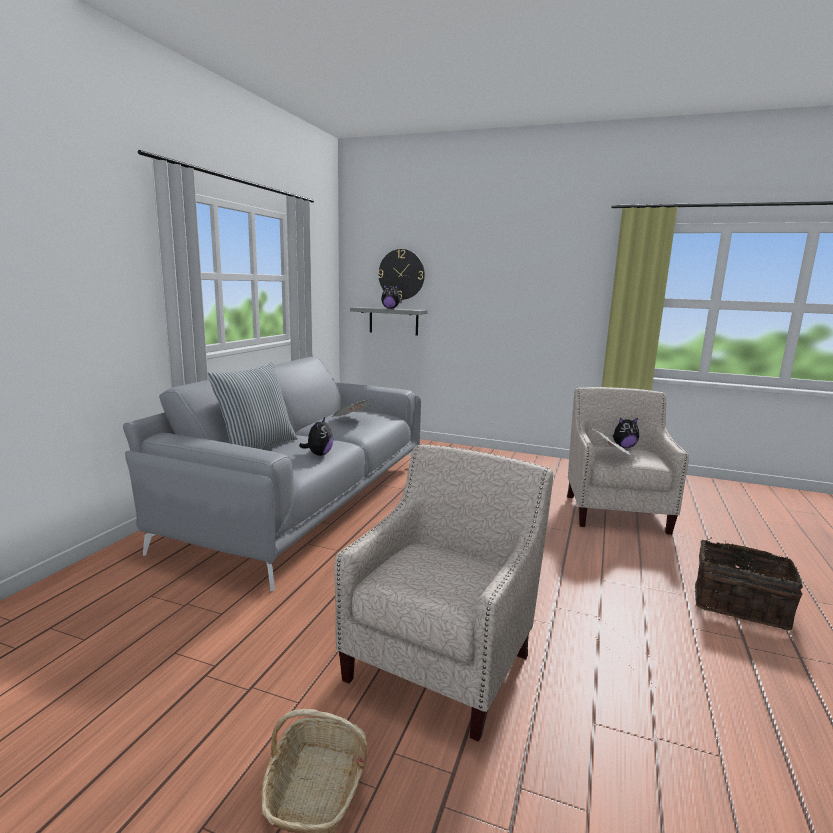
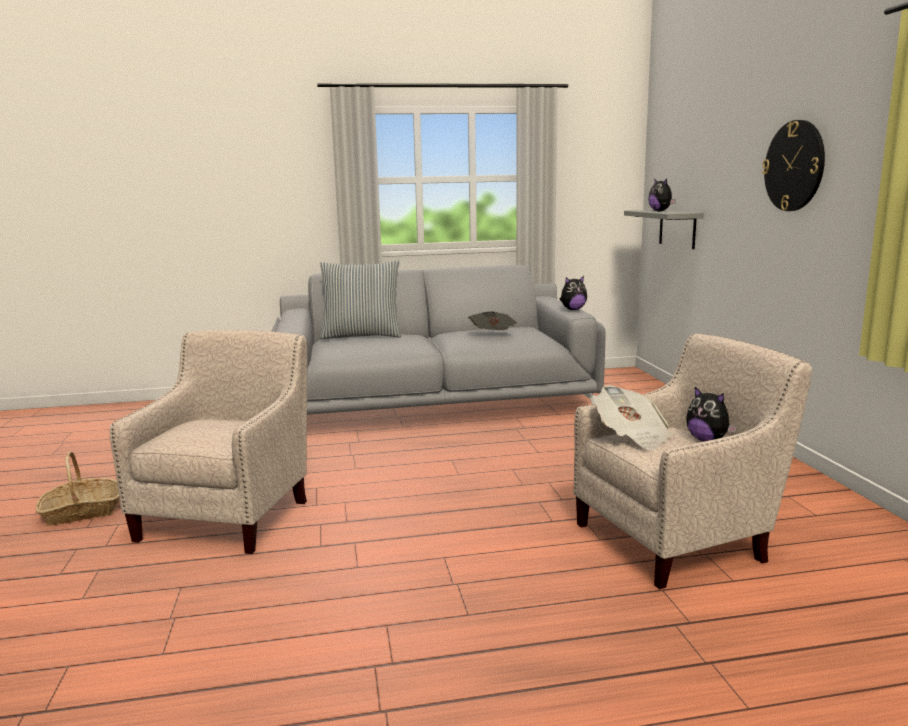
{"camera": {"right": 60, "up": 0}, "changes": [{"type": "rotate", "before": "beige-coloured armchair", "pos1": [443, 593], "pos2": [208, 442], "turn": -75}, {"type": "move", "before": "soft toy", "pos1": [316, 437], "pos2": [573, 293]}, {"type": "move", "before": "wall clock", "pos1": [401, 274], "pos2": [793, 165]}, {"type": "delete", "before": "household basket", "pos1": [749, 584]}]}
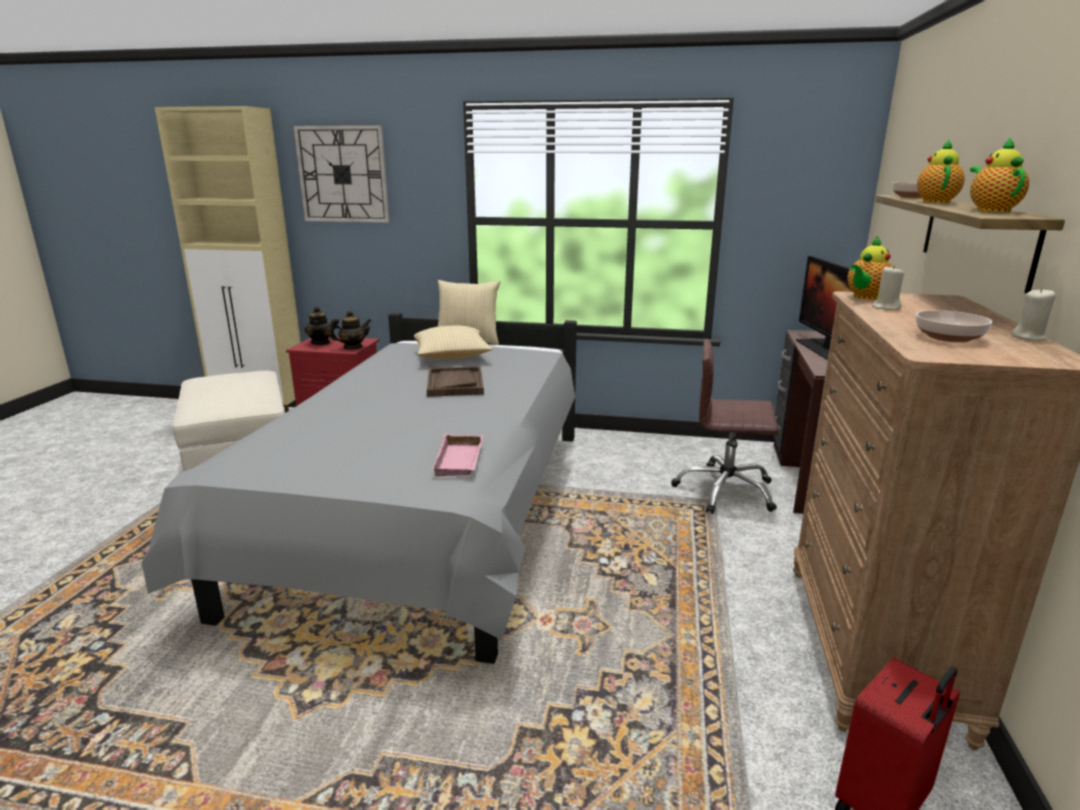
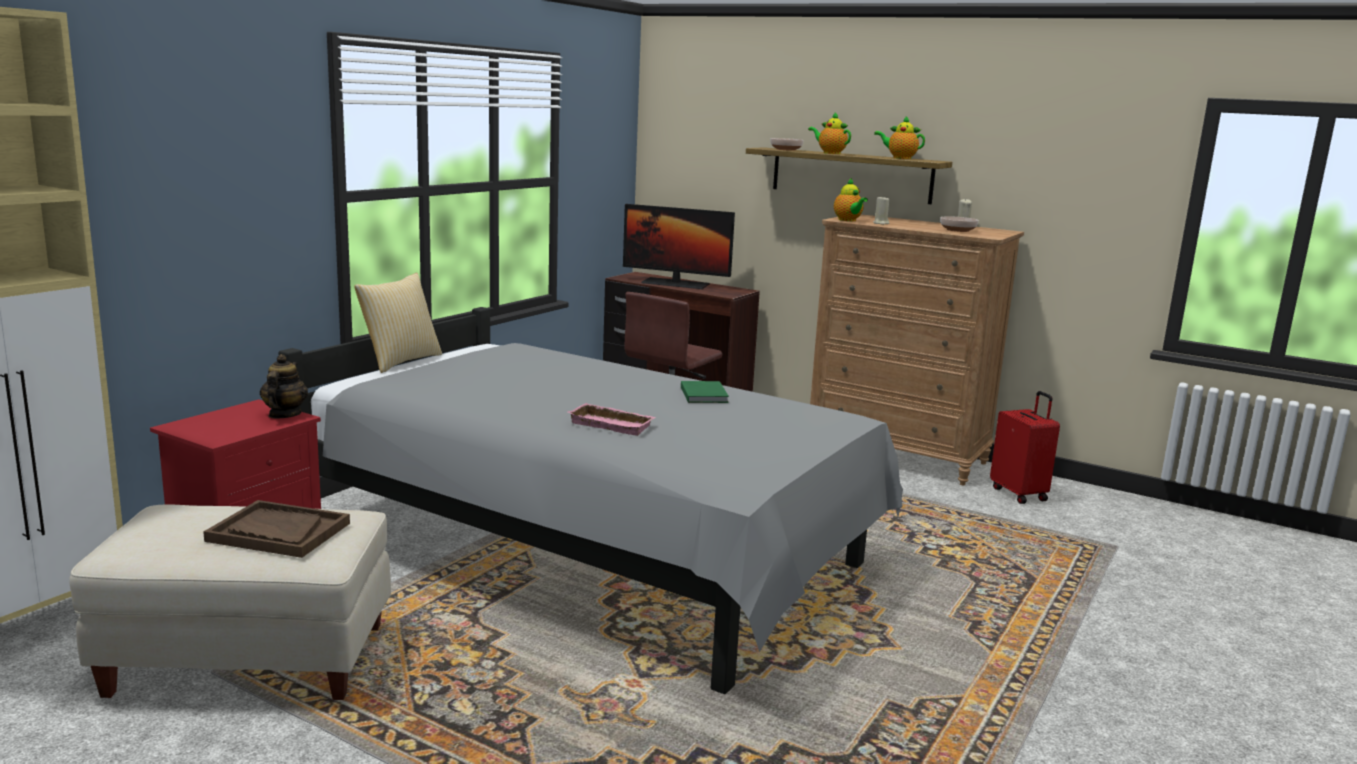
{"camera": {"right": -70, "up": -5}, "changes": [{"type": "move", "before": "brown serving tray", "pos1": [455, 381], "pos2": [276, 529]}, {"type": "move", "before": "pink-coloured serving tray", "pos1": [457, 455], "pos2": [612, 419]}, {"type": "insert", "after": "green bound book", "pos2": [705, 392]}, {"type": "delete", "before": "wall clock", "pos1": [341, 174]}, {"type": "delete", "before": "tea pot", "pos1": [317, 325]}, {"type": "delete", "before": "throw pillow", "pos1": [453, 342]}]}
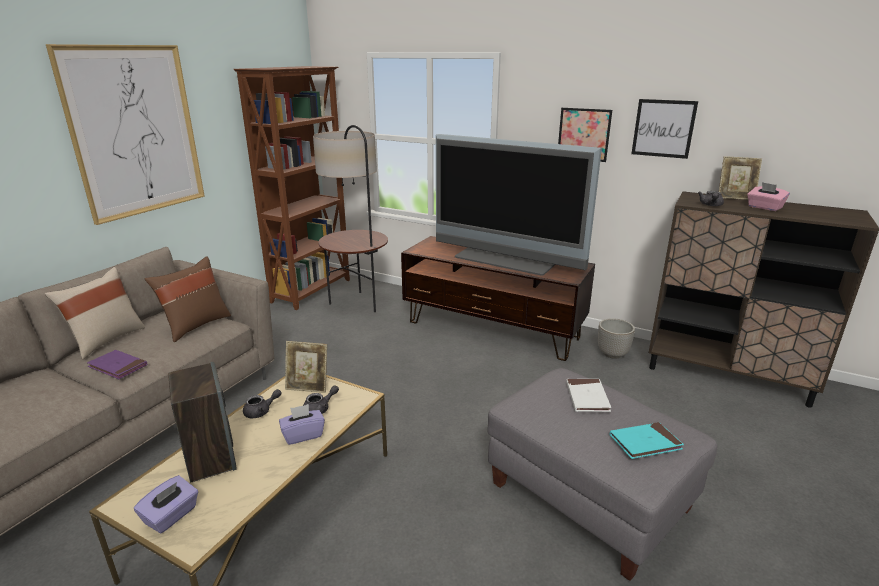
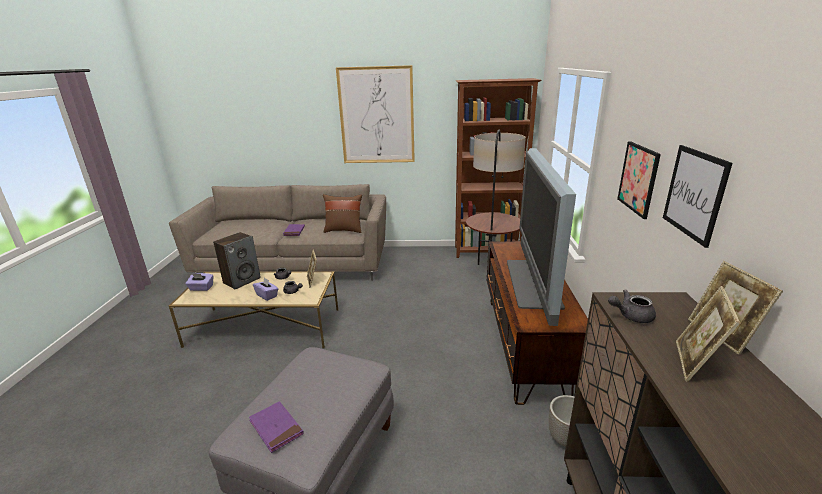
{"camera": {"right": 65, "up": 0}, "changes": [{"type": "recolor", "before": "turquoise bound book", "after": "purple-coloured bound book", "pos1": [646, 440], "pos2": [276, 427]}, {"type": "replace", "before": "pink-coloured tissue holder", "after": "picture frame", "pos1": [768, 196], "pos2": [708, 334]}, {"type": "delete", "before": "beige-coloured throw pillow", "pos1": [95, 313]}, {"type": "delete", "before": "white bound book", "pos1": [588, 395]}]}
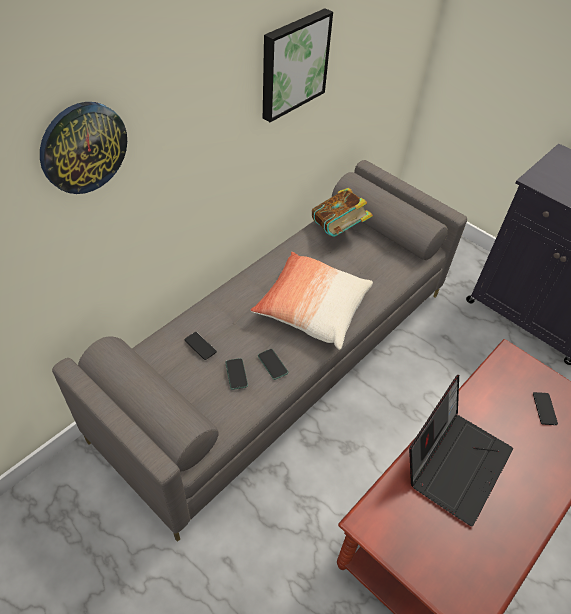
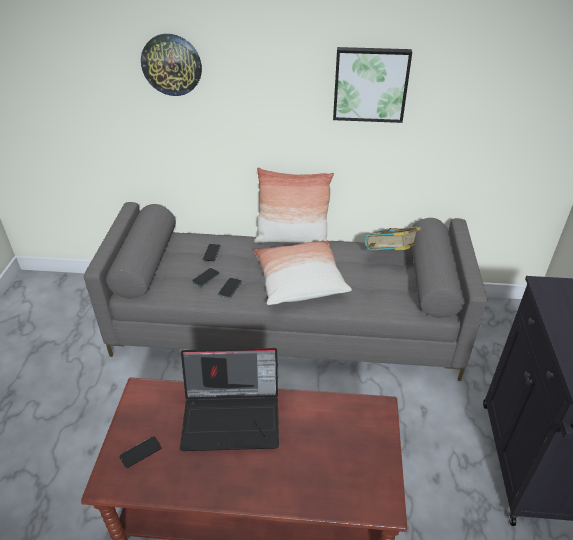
{"camera": {"right": 55, "up": -10}, "changes": [{"type": "move", "before": "telephone", "pos1": [545, 408], "pos2": [140, 452]}, {"type": "insert", "after": "throw pillow", "pos2": [294, 205]}]}
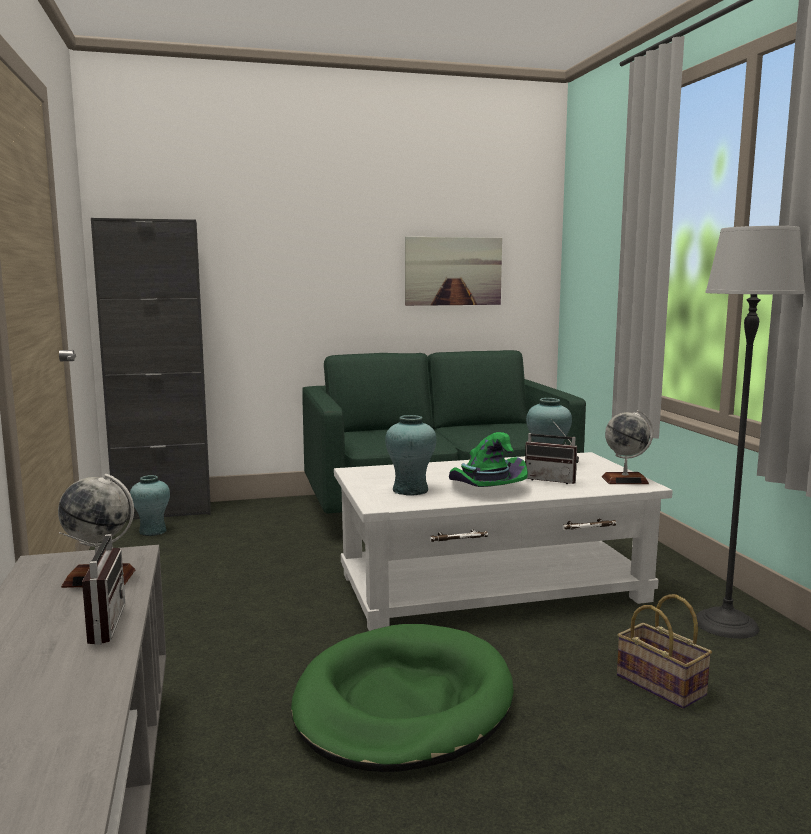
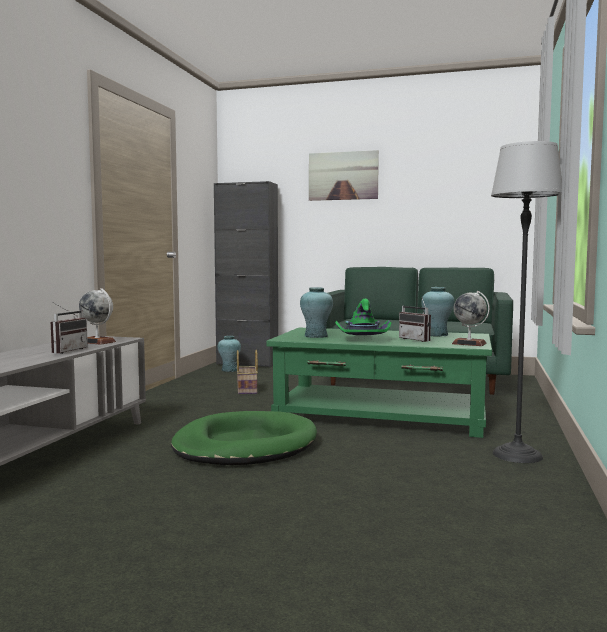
{"camera": {"right": 30, "up": -5}, "changes": [{"type": "move", "before": "household basket", "pos1": [664, 651], "pos2": [247, 372]}, {"type": "recolor", "before": "white lounge table", "after": "green lounge table", "pos1": [503, 541], "pos2": [379, 383]}, {"type": "move", "before": "wall picture", "pos1": [453, 271], "pos2": [344, 175]}]}
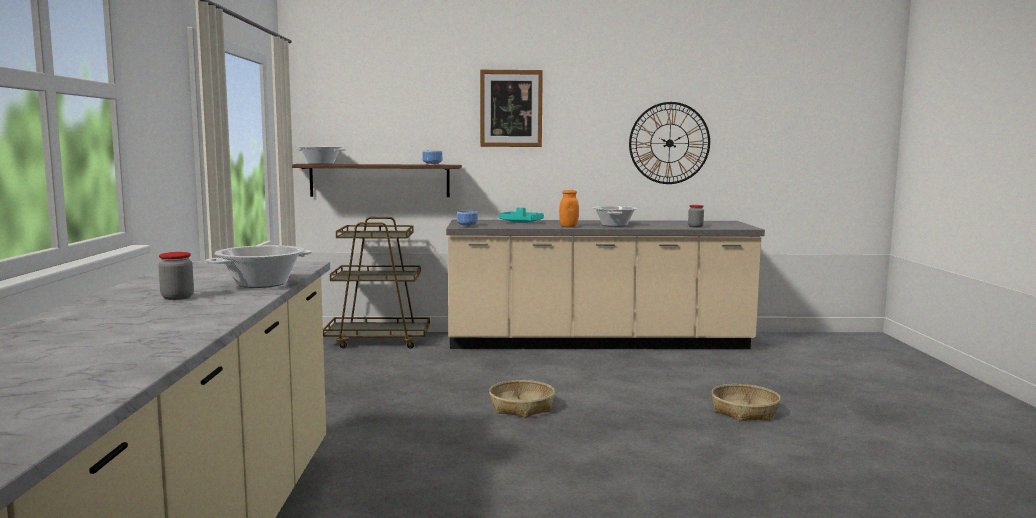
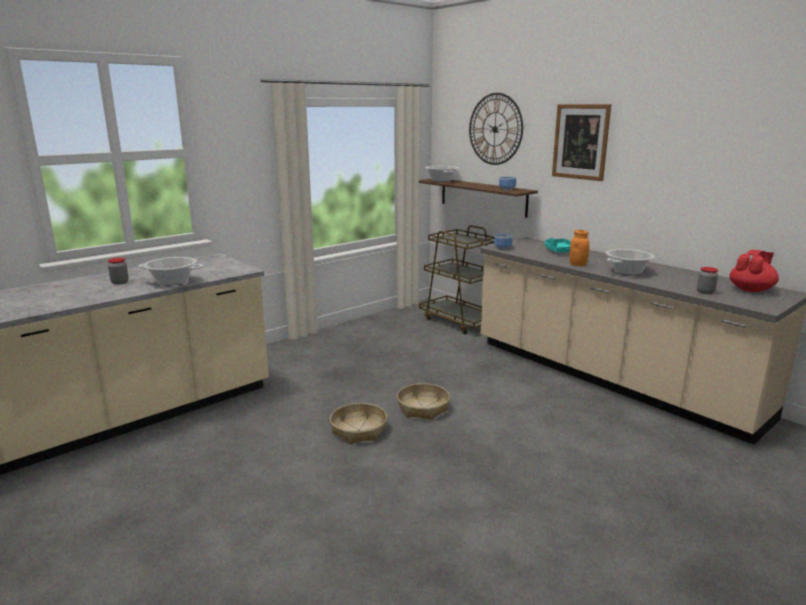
{"camera": {"right": 50, "up": 10}, "changes": [{"type": "move", "before": "household basket", "pos1": [746, 403], "pos2": [358, 423]}, {"type": "move", "before": "wall clock", "pos1": [669, 143], "pos2": [496, 129]}, {"type": "insert", "after": "red-coloured tea pot", "pos2": [754, 271]}]}
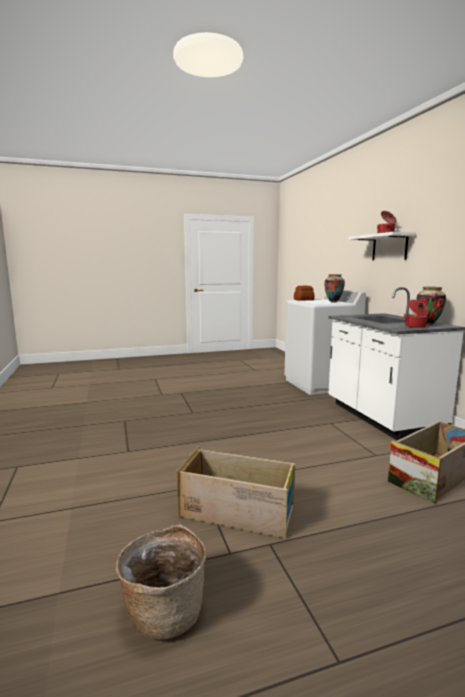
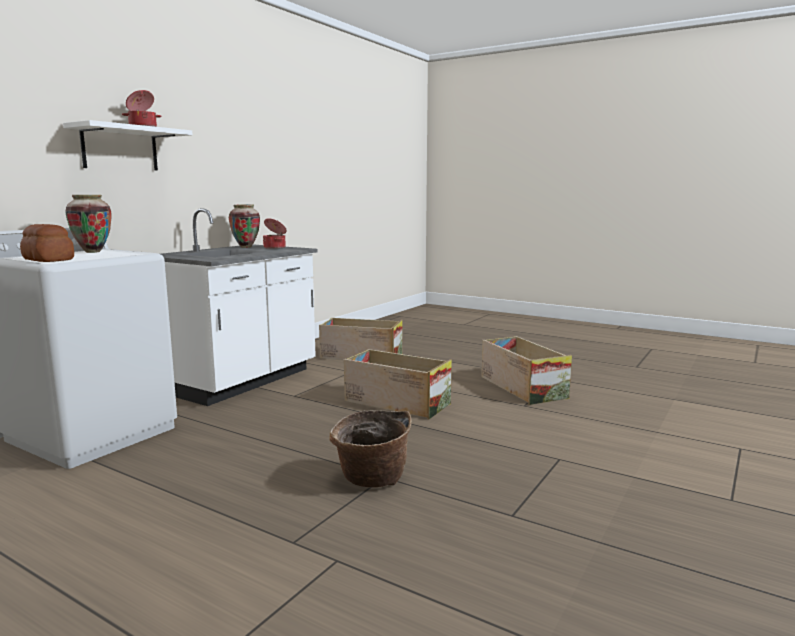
{"camera": {"right": -130, "up": 0}, "changes": [{"type": "move", "before": "household basket", "pos1": [161, 581], "pos2": [370, 449]}, {"type": "insert", "after": "packing crate", "pos2": [398, 384]}]}
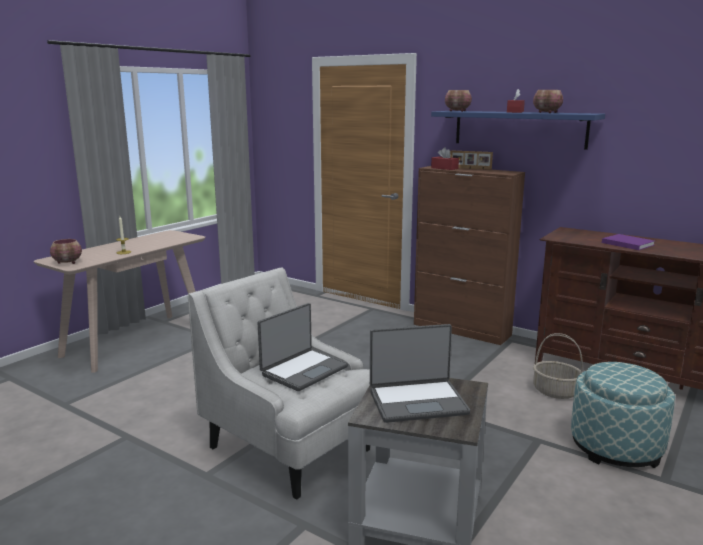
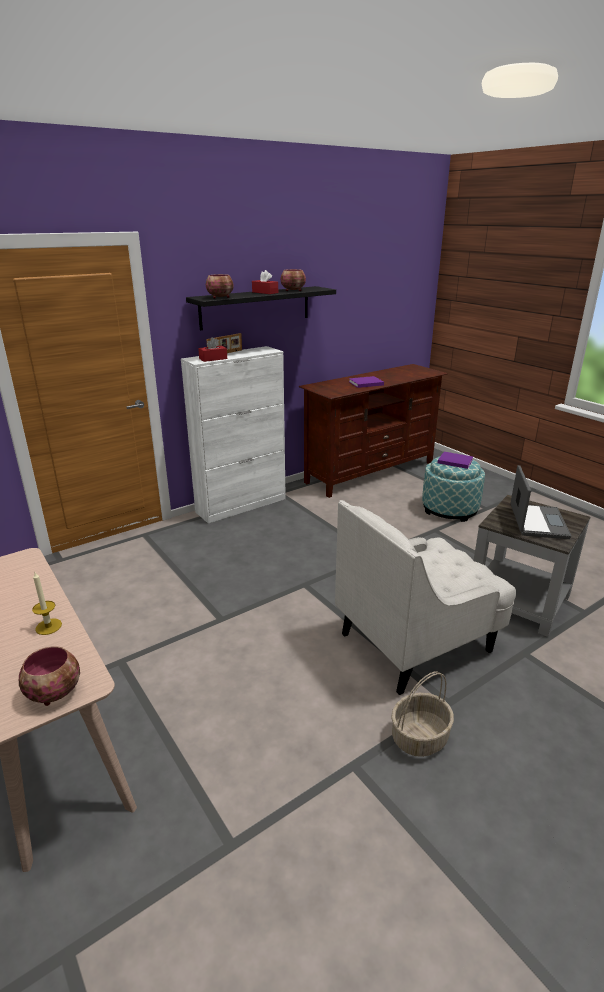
{"camera": {"right": -70, "up": 10}, "changes": [{"type": "recolor", "before": "brown cabinet", "after": "white cabinet", "pos1": [469, 255], "pos2": [233, 434]}, {"type": "recolor", "before": "bluish shelf", "after": "black shelf", "pos1": [518, 130], "pos2": [261, 308]}, {"type": "move", "before": "household basket", "pos1": [558, 366], "pos2": [422, 714]}, {"type": "insert", "after": "purple-coloured bound book", "pos2": [455, 460]}, {"type": "delete", "before": "notebook computer", "pos1": [303, 347]}]}
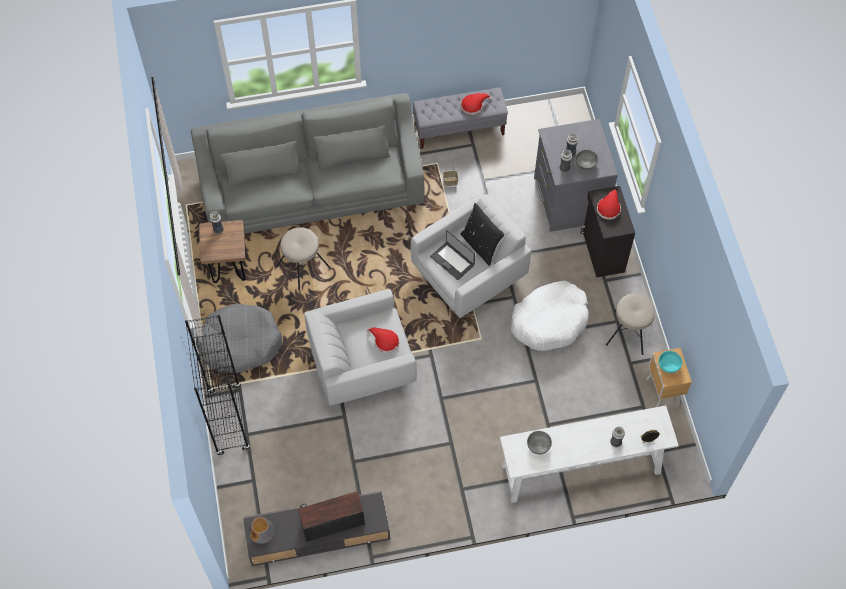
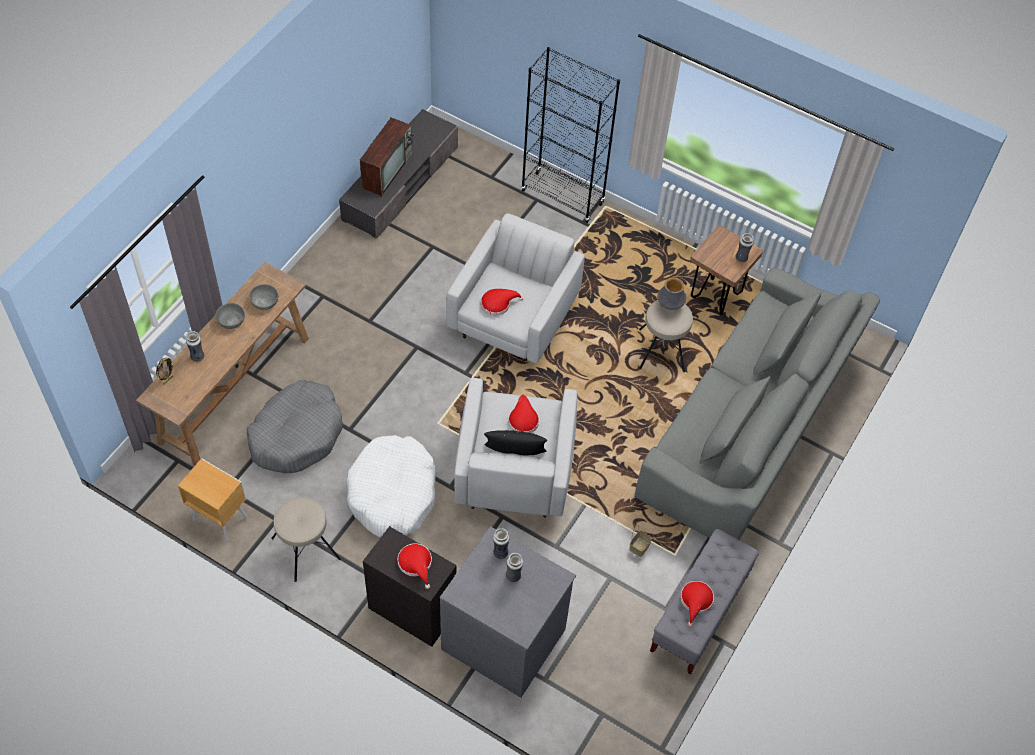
{"camera": {"right": 130, "up": -5}, "changes": [{"type": "recolor", "before": "white console table", "after": "brown console table", "pos1": [589, 454], "pos2": [222, 364]}, {"type": "move", "before": "gray serving bowl", "pos1": [586, 160], "pos2": [230, 316]}, {"type": "move", "before": "gray dog cushion", "pos1": [239, 338], "pos2": [295, 426]}, {"type": "replace", "before": "notebook computer", "after": "red-coloured wearable hat", "pos1": [452, 255], "pos2": [523, 414]}, {"type": "move", "before": "flower vase", "pos1": [262, 530], "pos2": [671, 293]}, {"type": "delete", "before": "turquoise serving bowl", "pos1": [670, 362]}]}
